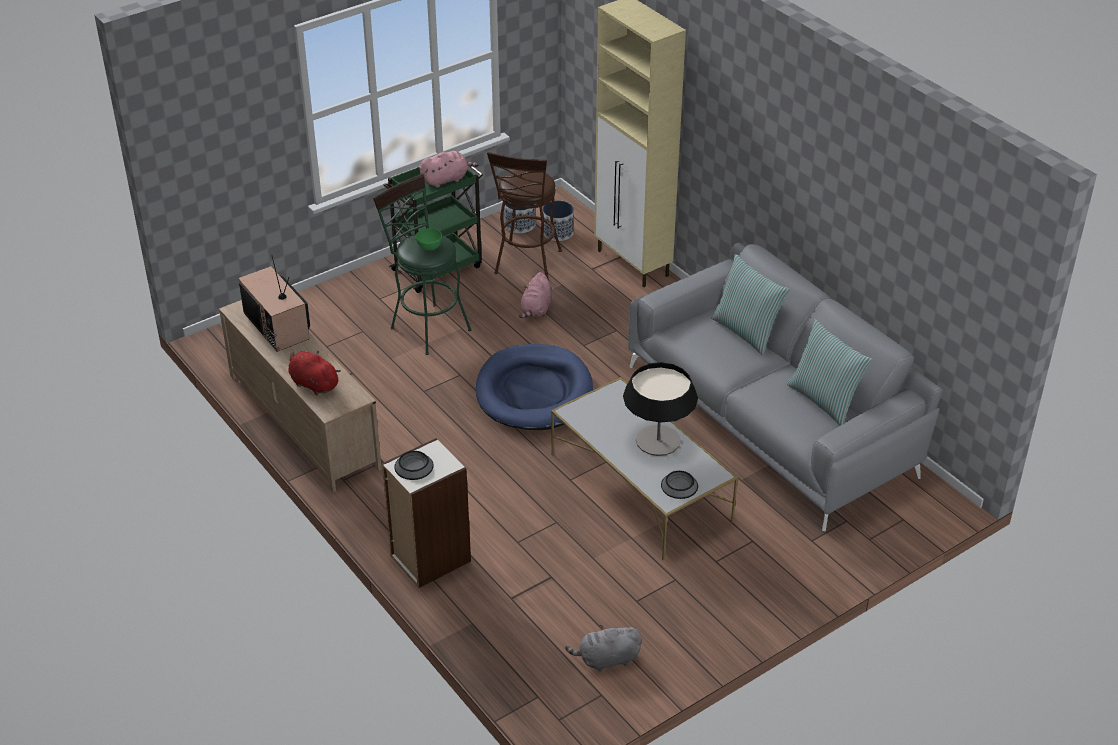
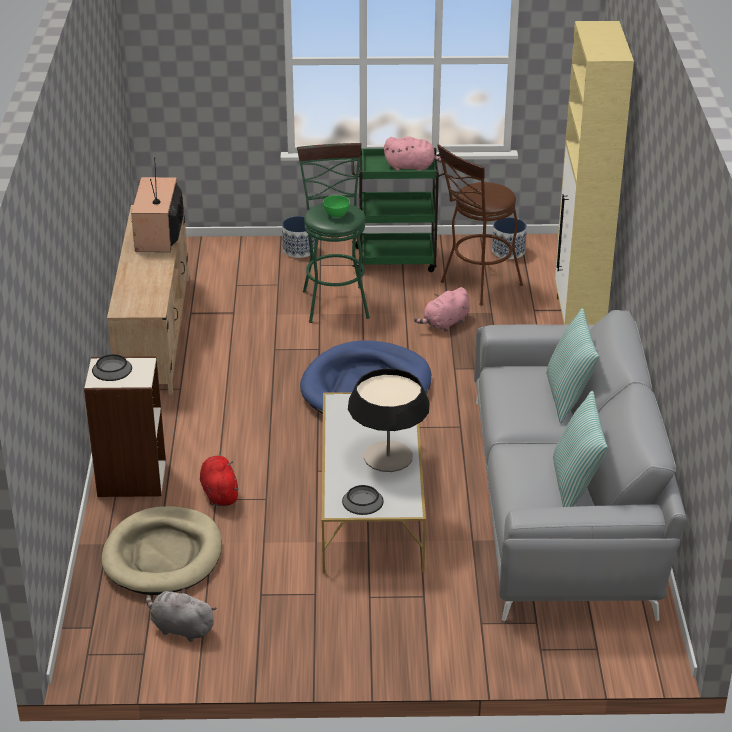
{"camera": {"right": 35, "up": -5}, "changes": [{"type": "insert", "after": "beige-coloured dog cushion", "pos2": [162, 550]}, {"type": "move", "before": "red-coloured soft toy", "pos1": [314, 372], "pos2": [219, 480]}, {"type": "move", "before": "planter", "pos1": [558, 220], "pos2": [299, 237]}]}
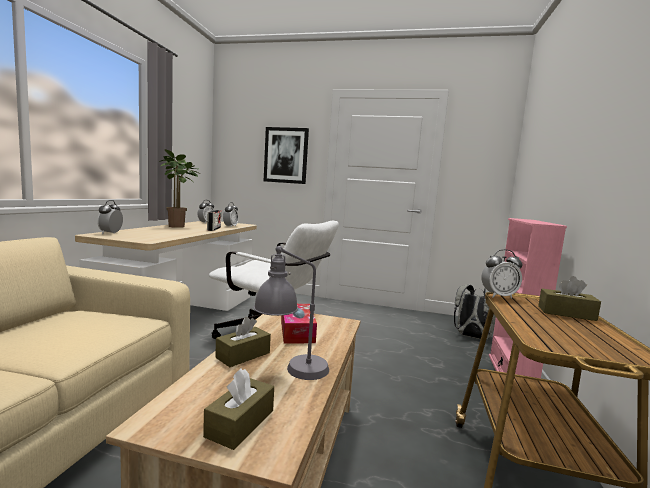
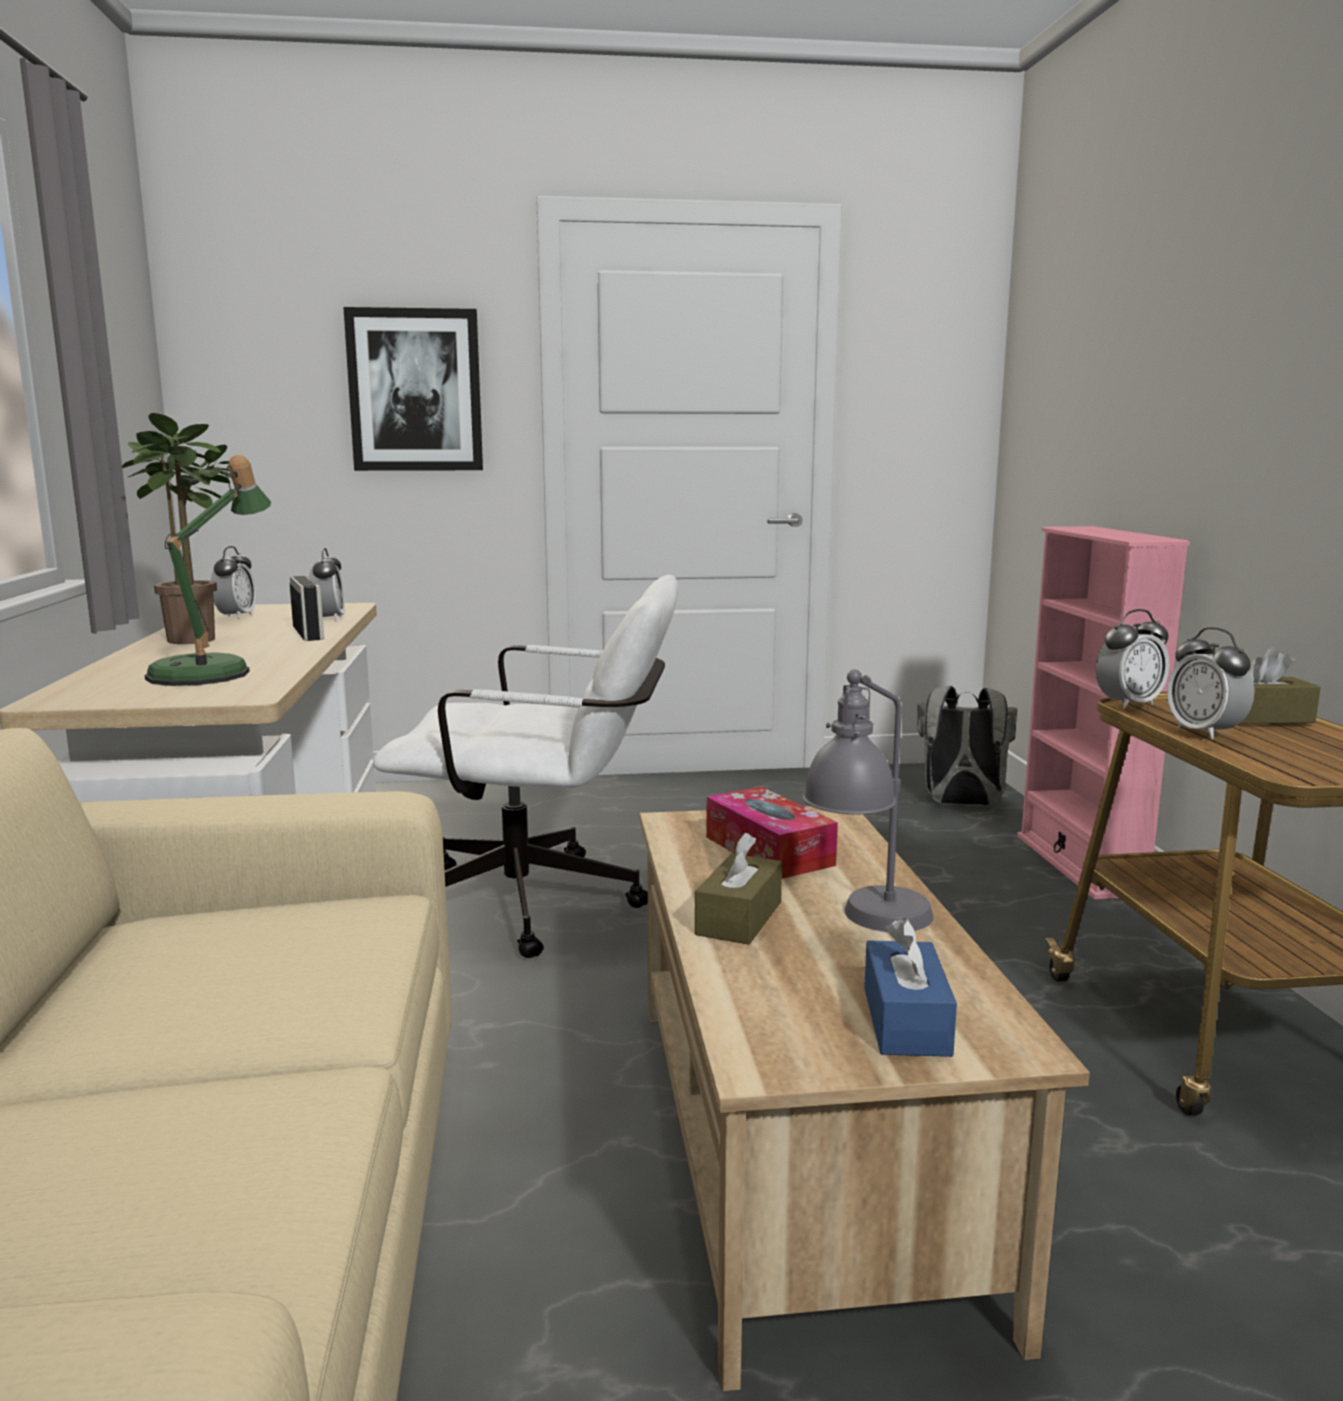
{"camera": {"right": -20, "up": 5}, "changes": [{"type": "insert", "after": "lamp for a table", "pos2": [208, 570]}, {"type": "recolor", "before": "brown tissue holder", "after": "bluish tissue holder", "pos1": [238, 409], "pos2": [910, 987]}, {"type": "move", "before": "bedside clock", "pos1": [110, 217], "pos2": [1210, 683]}]}
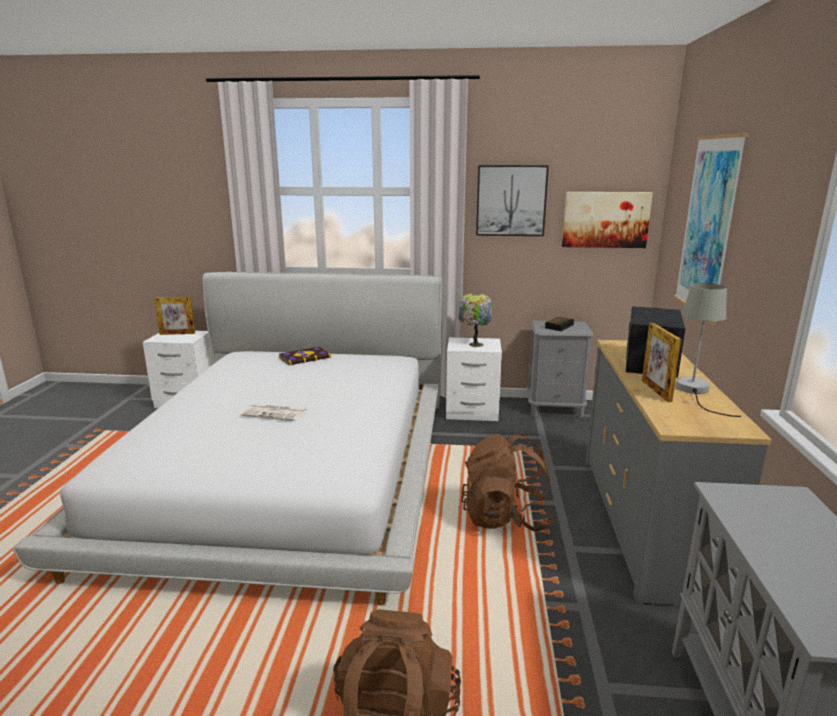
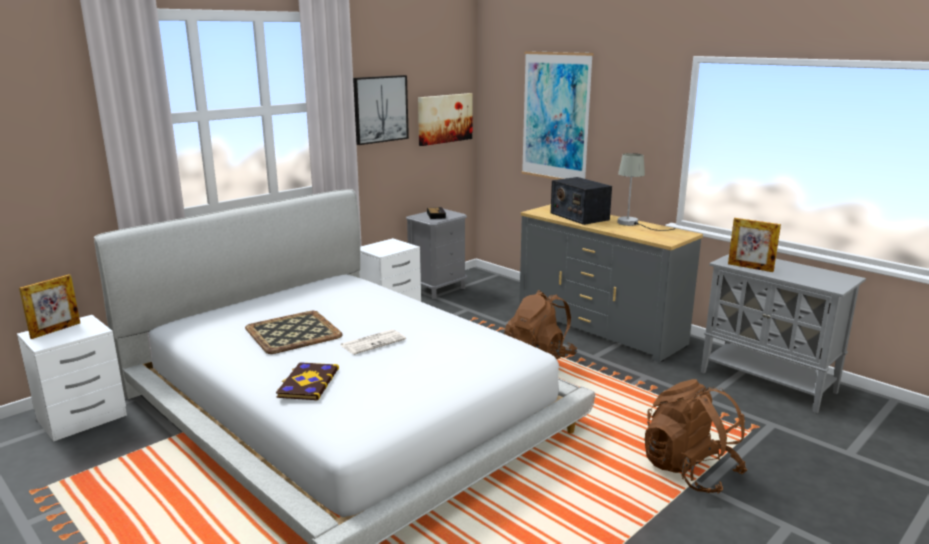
{"camera": {"right": -50, "up": 0}, "changes": [{"type": "insert", "after": "serving tray", "pos2": [294, 332]}, {"type": "move", "before": "bound book", "pos1": [305, 356], "pos2": [307, 381]}, {"type": "move", "before": "picture frame", "pos1": [662, 362], "pos2": [754, 245]}, {"type": "delete", "before": "lamp for a table", "pos1": [475, 320]}]}
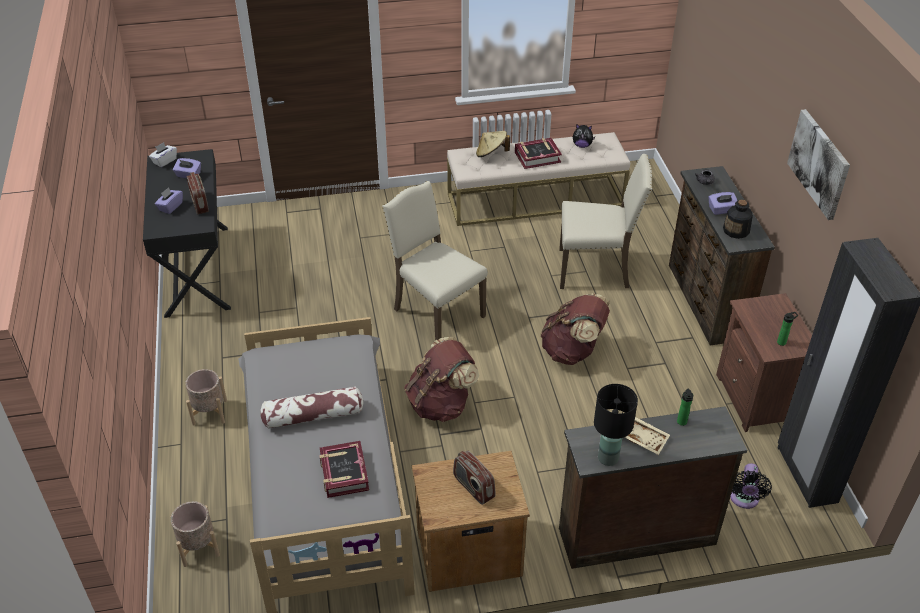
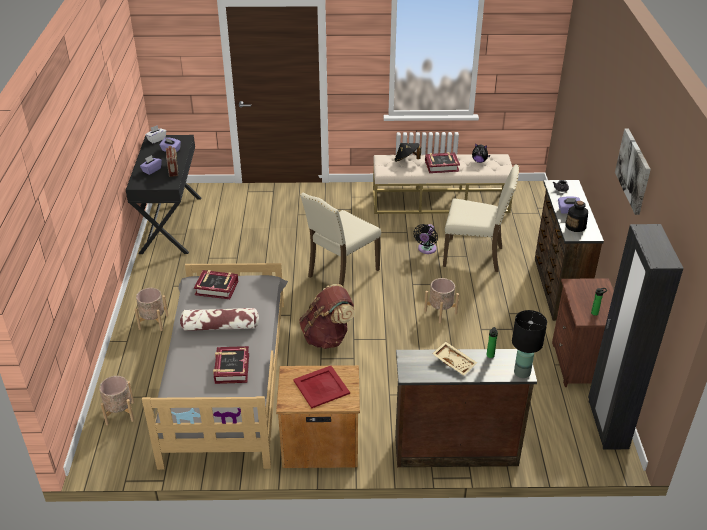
{"camera": {"right": 10, "up": -5}, "changes": [{"type": "insert", "after": "bound book", "pos2": [216, 284]}, {"type": "replace", "before": "radio set", "after": "red-coloured serving tray", "pos1": [474, 478], "pos2": [321, 387]}, {"type": "rotate", "before": "beige-coloured upright chair", "pos1": [435, 260], "pos2": [340, 239], "turn": -105}, {"type": "recolor", "before": "beige-coloured wearable hat", "after": "black wearable hat", "pos1": [493, 144], "pos2": [407, 152]}, {"type": "move", "before": "black fan", "pos1": [751, 486], "pos2": [426, 239]}, {"type": "replace", "before": "brown backpack", "after": "beige-coloured planter", "pos1": [575, 329], "pos2": [441, 300]}, {"type": "move", "before": "black lamp for a table", "pos1": [616, 425], "pos2": [529, 344]}]}
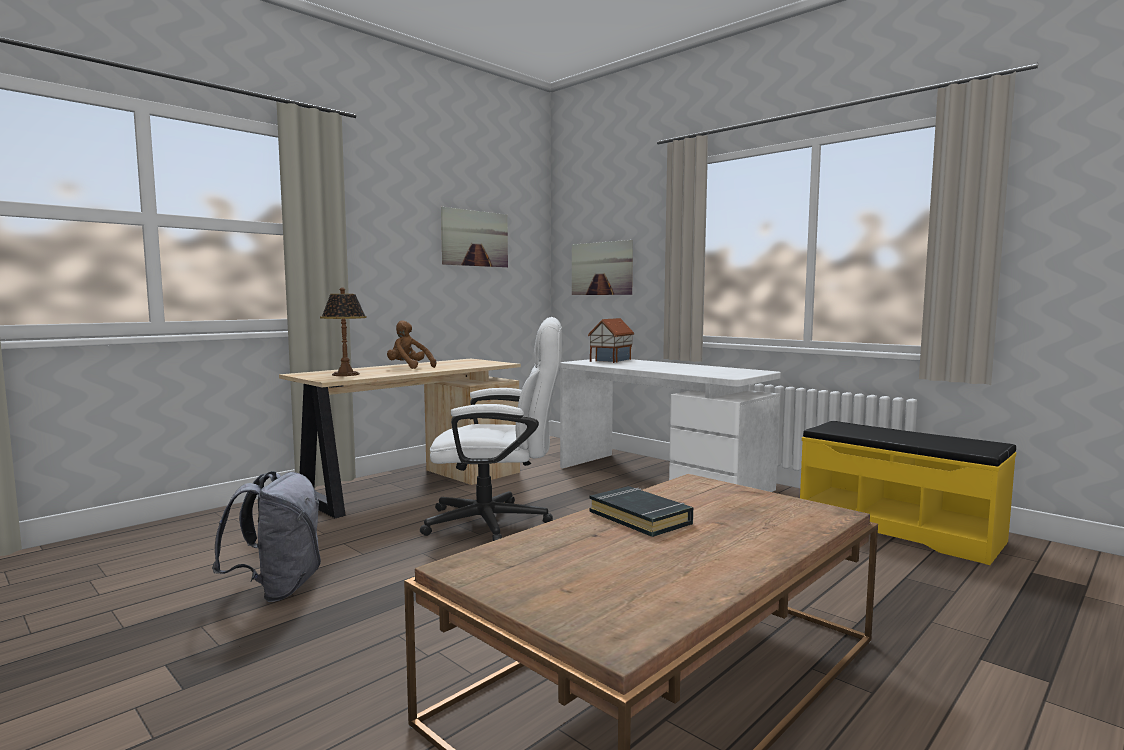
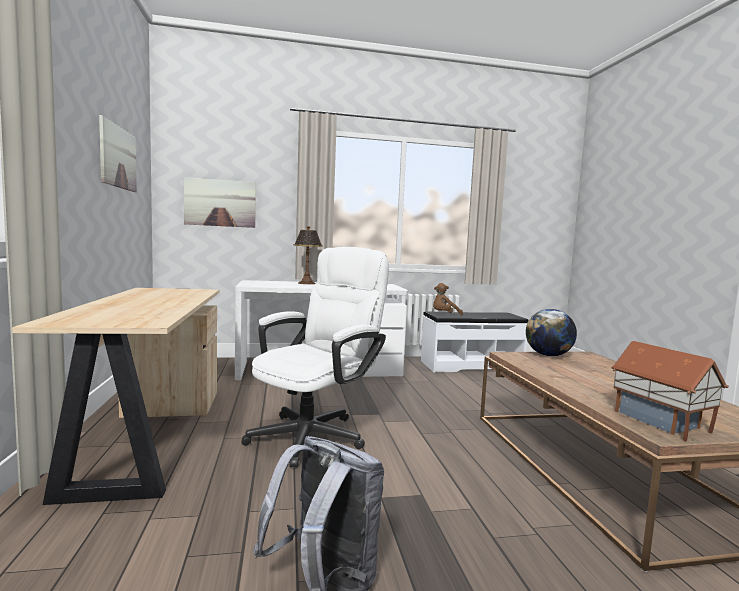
{"camera": {"right": -55, "up": 0}, "changes": [{"type": "move", "before": "lamp for a table", "pos1": [343, 332], "pos2": [308, 255]}, {"type": "recolor", "before": "yellowish bench", "after": "white bench", "pos1": [908, 493], "pos2": [474, 342]}, {"type": "move", "before": "brown soft toy", "pos1": [411, 344], "pos2": [448, 299]}, {"type": "insert", "after": "world globe", "pos2": [551, 332]}, {"type": "move", "before": "model house", "pos1": [611, 340], "pos2": [670, 391]}, {"type": "delete", "before": "black bound book", "pos1": [641, 511]}]}
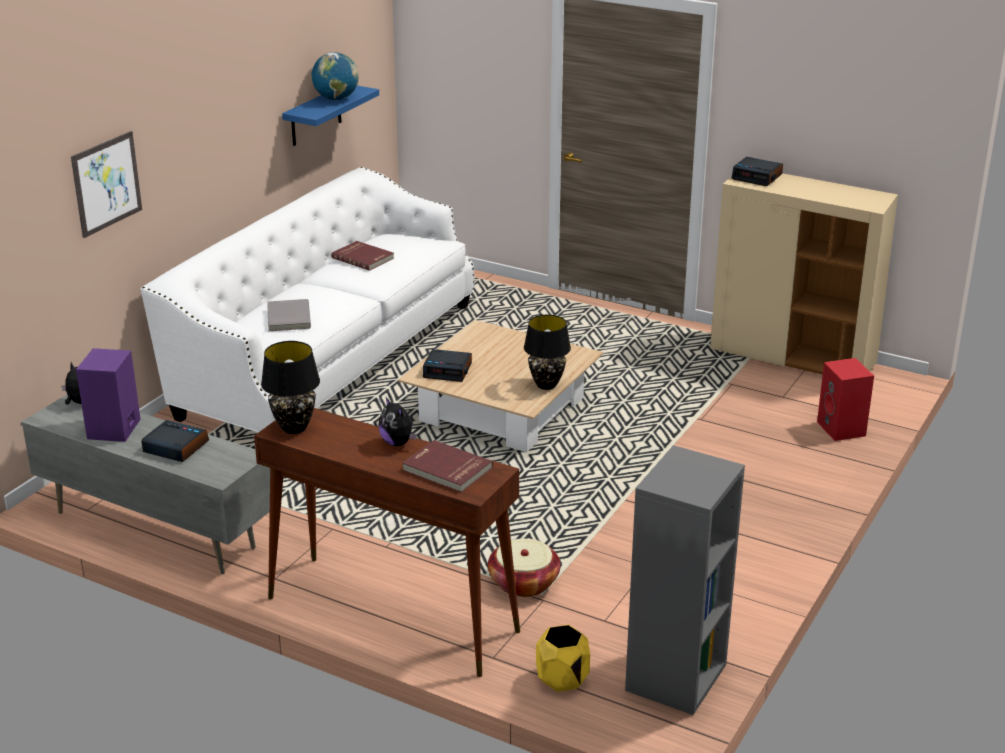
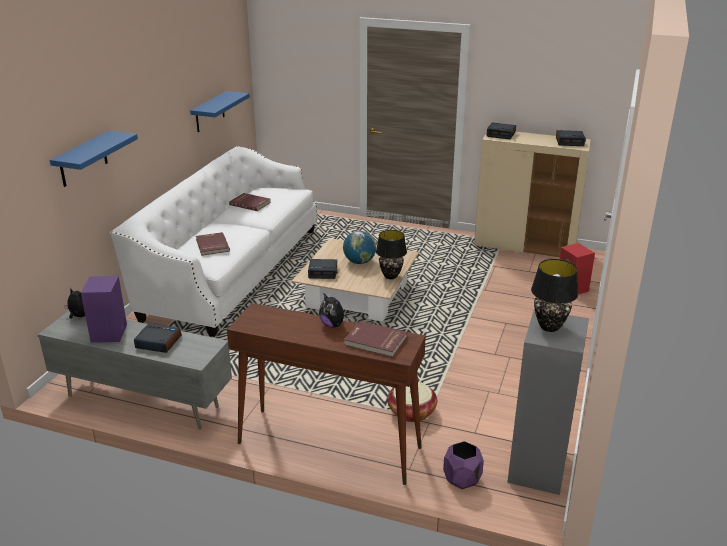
{"camera": {"right": -10, "up": 0}, "changes": [{"type": "replace", "before": "wall picture", "after": "bluish shelf", "pos1": [106, 184], "pos2": [94, 159]}, {"type": "recolor", "before": "gray bound book", "after": "red-coloured bound book", "pos1": [289, 315], "pos2": [213, 244]}, {"type": "move", "before": "world globe", "pos1": [335, 76], "pos2": [359, 247]}, {"type": "recolor", "before": "yellowish planter", "after": "purple-coloured planter", "pos1": [563, 658], "pos2": [463, 465]}, {"type": "move", "before": "black lamp for a table", "pos1": [290, 387], "pos2": [554, 295]}, {"type": "insert", "after": "bedside clock", "pos2": [571, 138]}]}
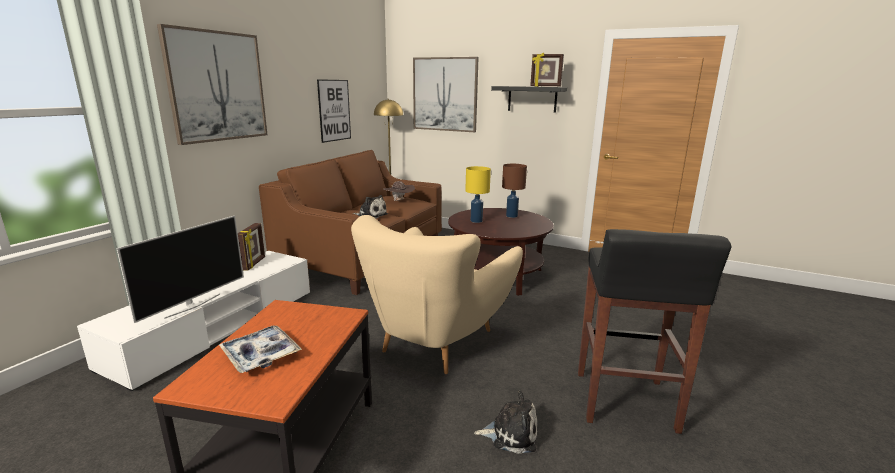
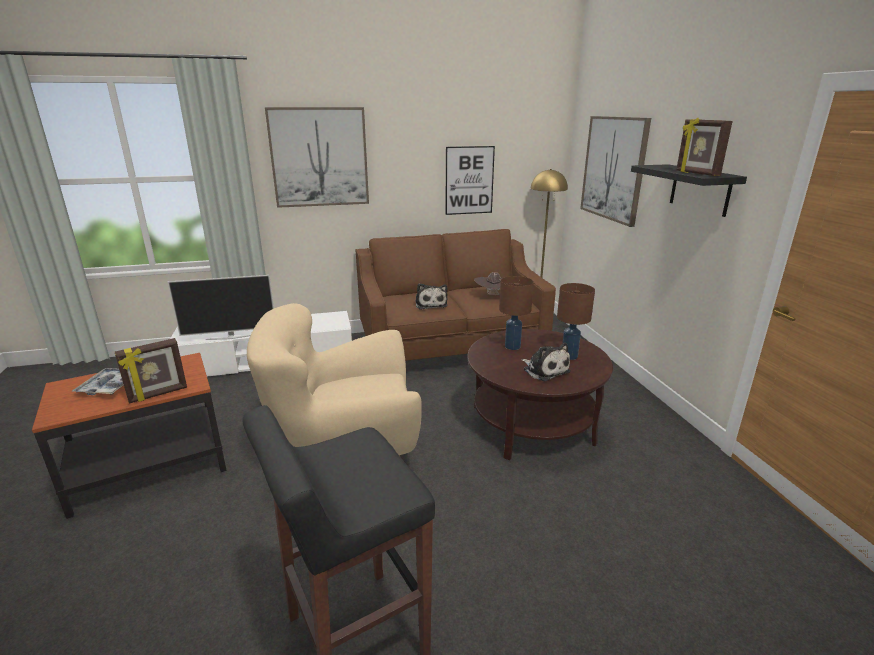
{"camera": {"right": 50, "up": 5}, "changes": [{"type": "move", "before": "picture frame", "pos1": [251, 247], "pos2": [151, 371]}, {"type": "recolor", "before": "yellowish lamp for a table", "after": "brown lamp for a table", "pos1": [478, 194], "pos2": [516, 313]}, {"type": "move", "before": "soft toy", "pos1": [505, 422], "pos2": [546, 361]}]}
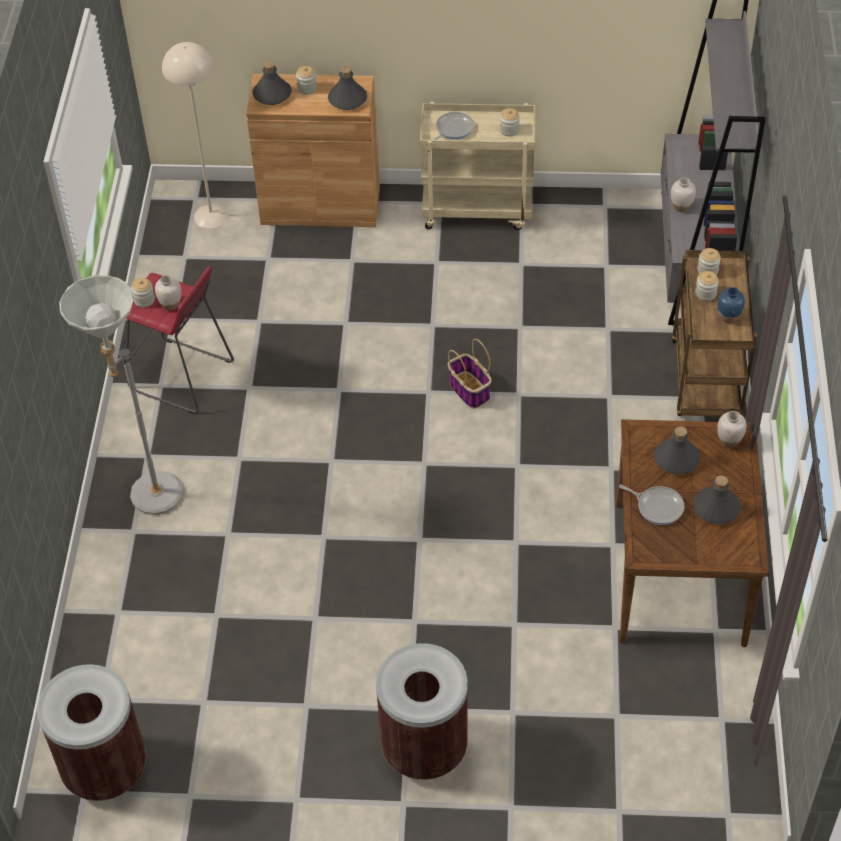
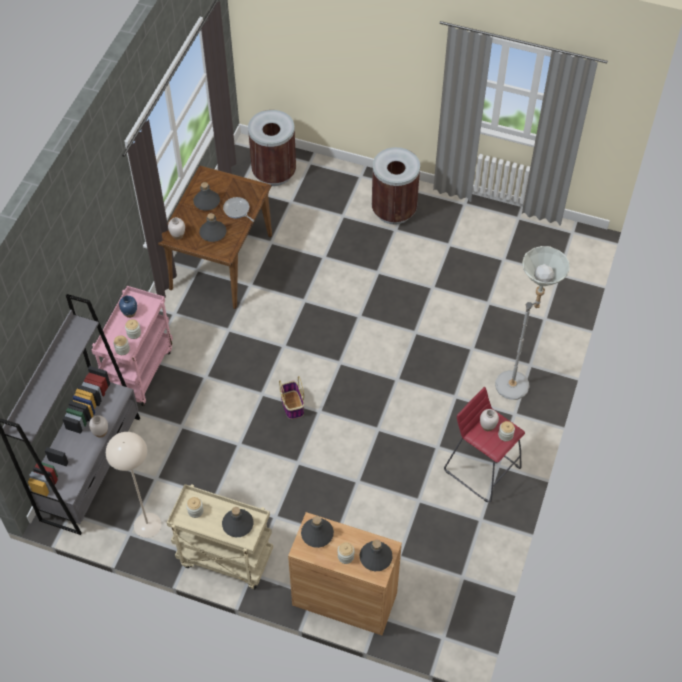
{"camera": {"right": -165, "up": 5}, "changes": [{"type": "recolor", "before": "brown wheeled cart", "after": "pink-coloured wheeled cart", "pos1": [714, 333], "pos2": [132, 346]}, {"type": "move", "before": "beige-coloured standing lamp", "pos1": [195, 135], "pos2": [134, 485]}, {"type": "replace", "before": "skillet", "after": "gray drink bottle", "pos1": [452, 128], "pos2": [238, 522]}, {"type": "move", "before": "brown trash can", "pos1": [91, 732], "pos2": [272, 148]}]}
